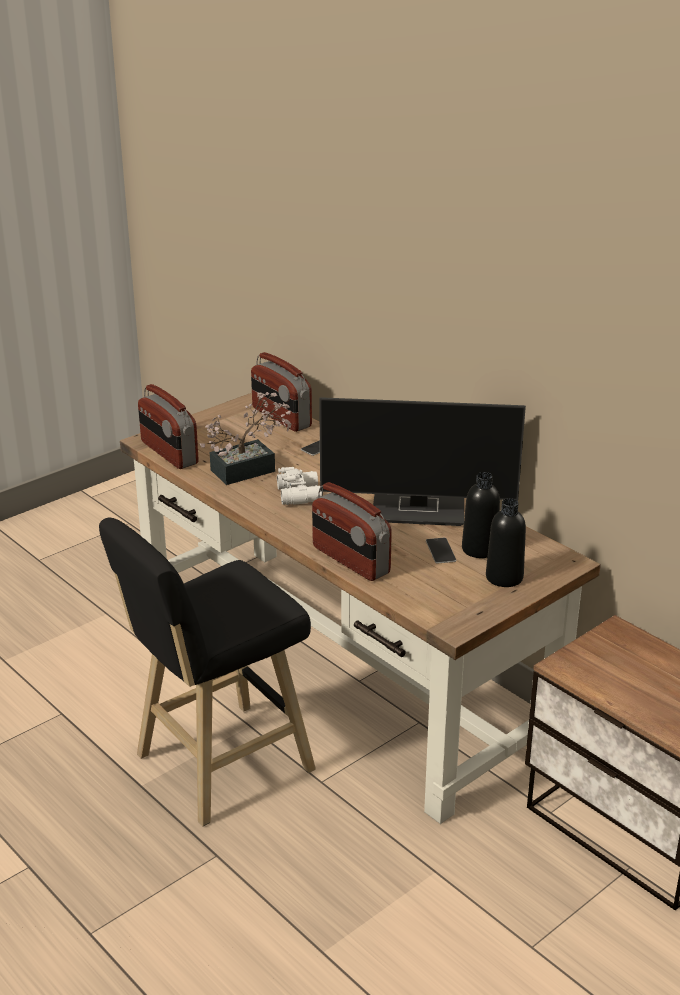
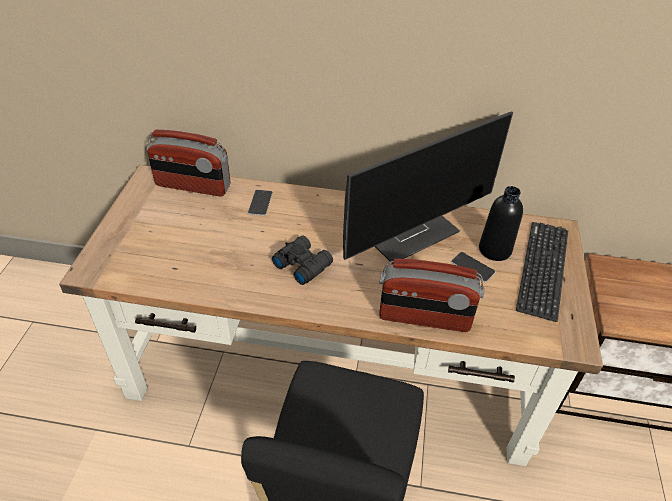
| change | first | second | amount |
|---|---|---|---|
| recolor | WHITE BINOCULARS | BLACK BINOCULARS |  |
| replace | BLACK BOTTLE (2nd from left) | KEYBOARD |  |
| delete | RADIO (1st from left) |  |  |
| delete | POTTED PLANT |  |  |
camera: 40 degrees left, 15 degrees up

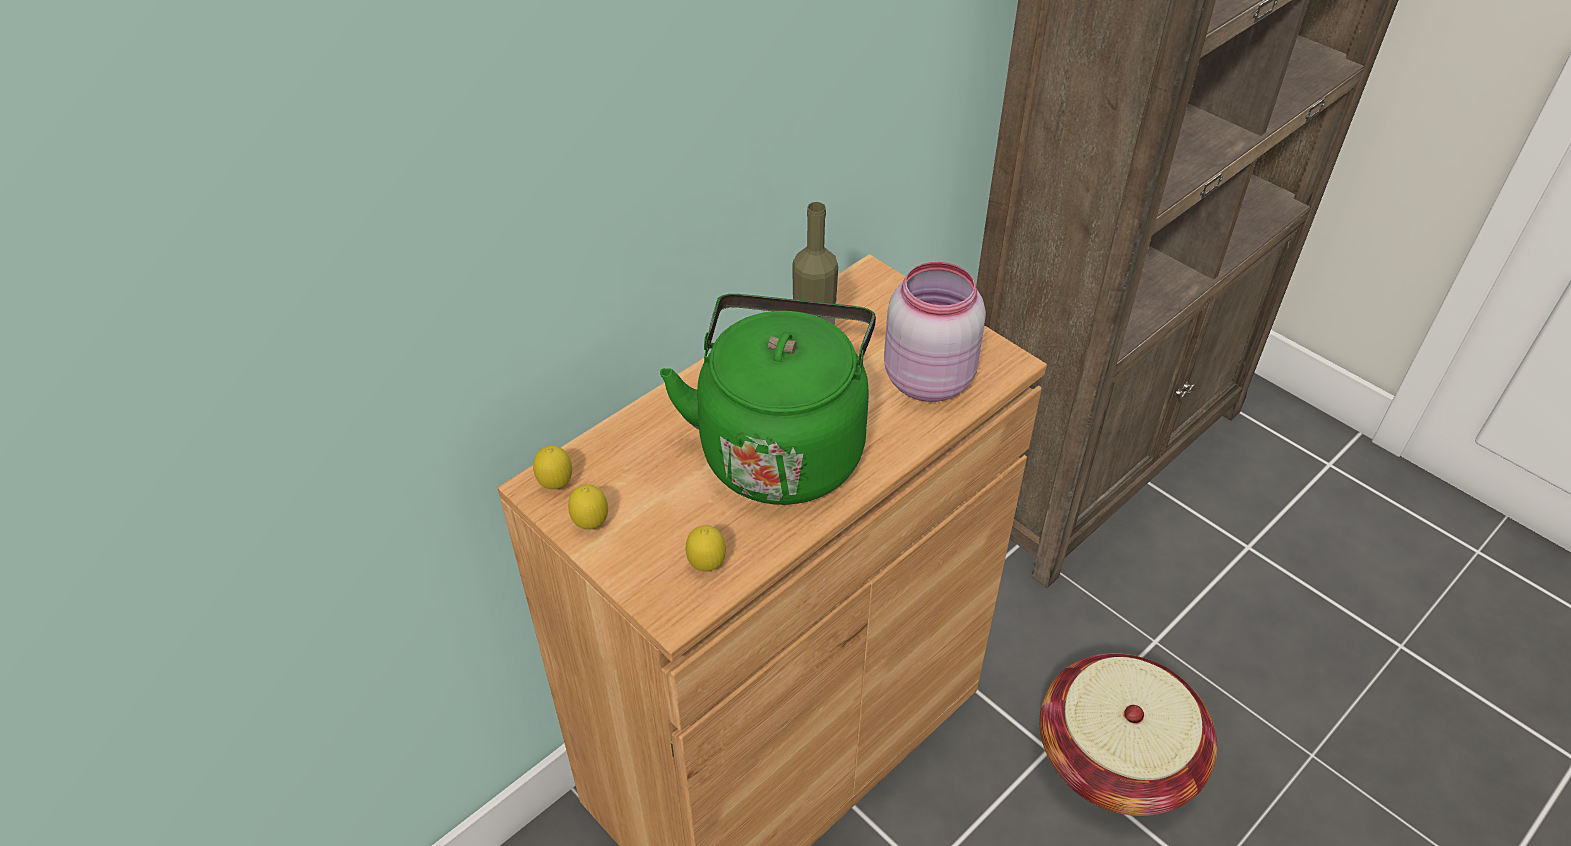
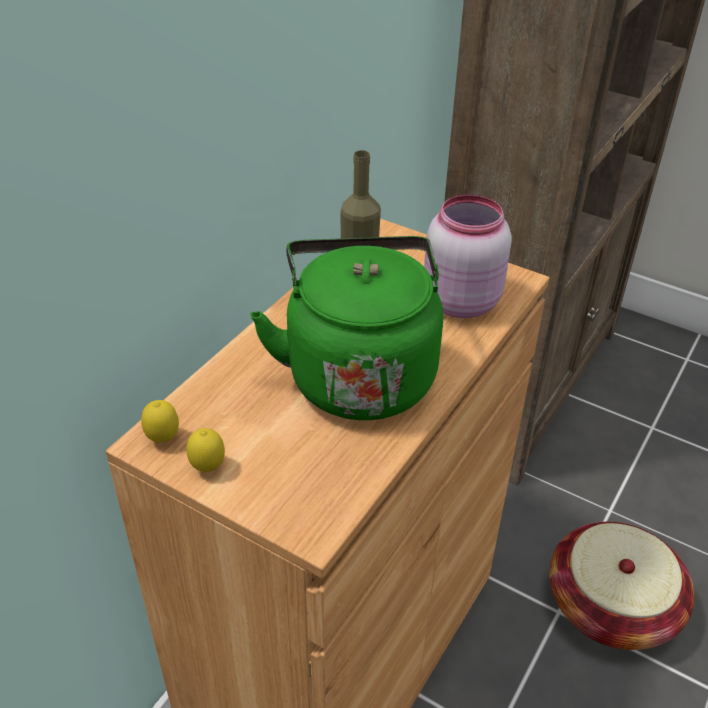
| change | first | second | amount |
|---|---|---|---|
| delete | LEMON (3rd from left) |  |  |
camera: 15 degrees left, 5 degrees down

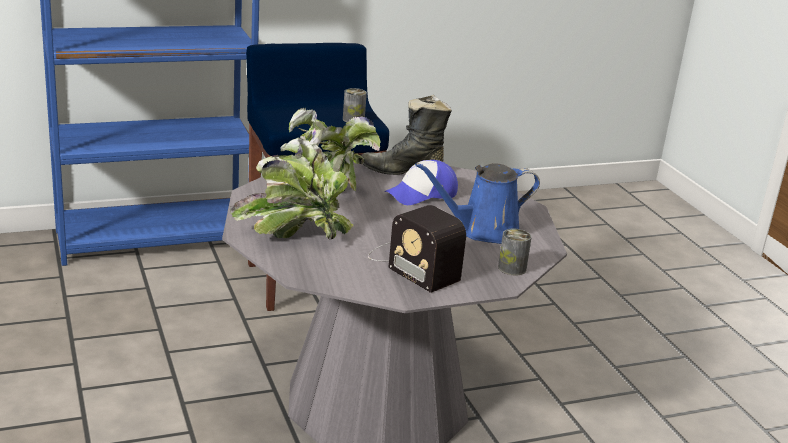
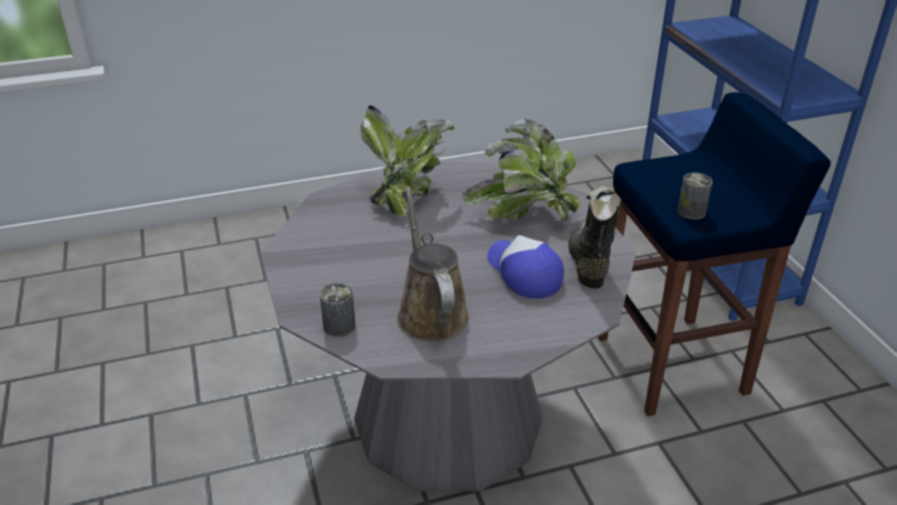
| change | first | second | amount |
|---|---|---|---|
| recolor | BLUE WATERING CAN | BROWN WATERING CAN |  |
| delete | RADIO |  |  |
camera: 95 degrees right, 10 degrees up

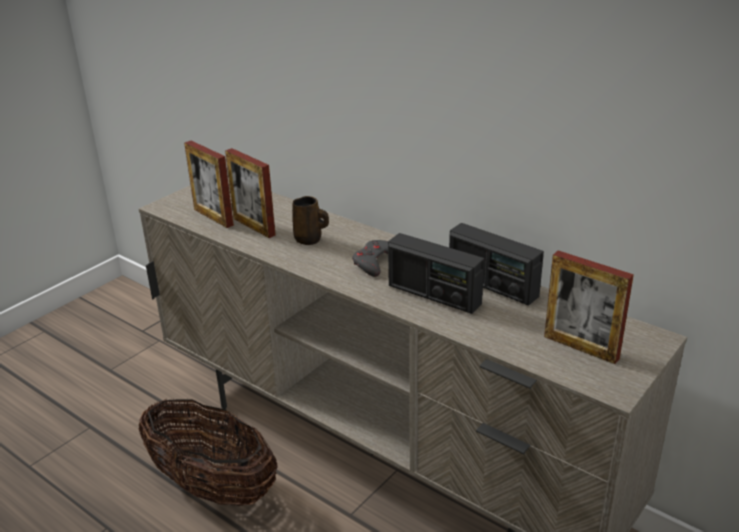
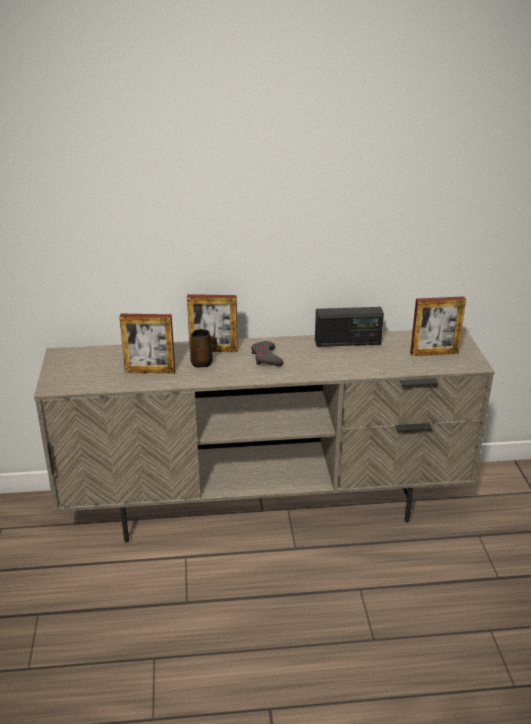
| change | first | second | amount |
|---|---|---|---|
| move | PICTURE FRAME (1st from left in the first image) | PICTURE FRAME (2nd from left) |  |
| delete | BASKET |  |  |
| delete | RADIO (1st from left) |  |  |
camera: 45 degrees left, 0 degrees up

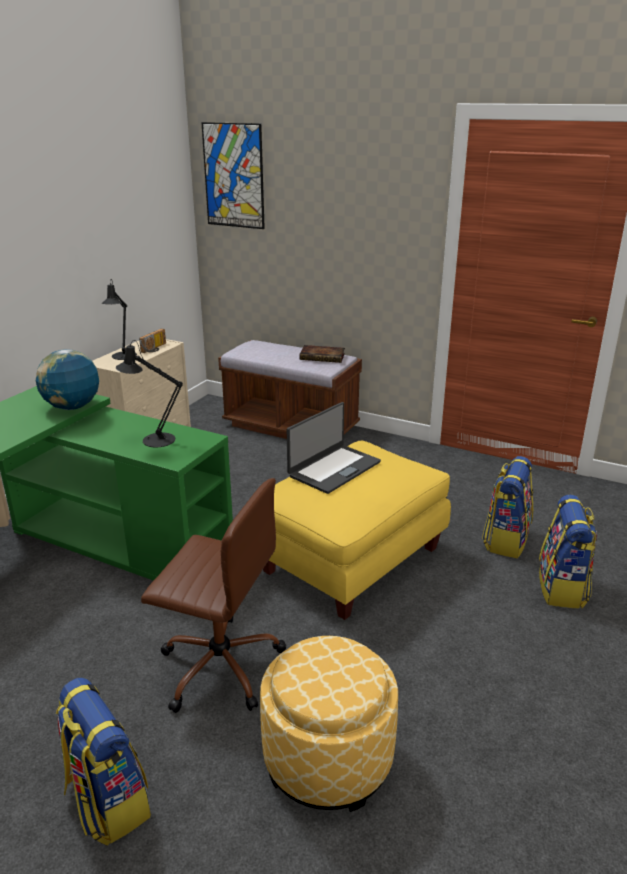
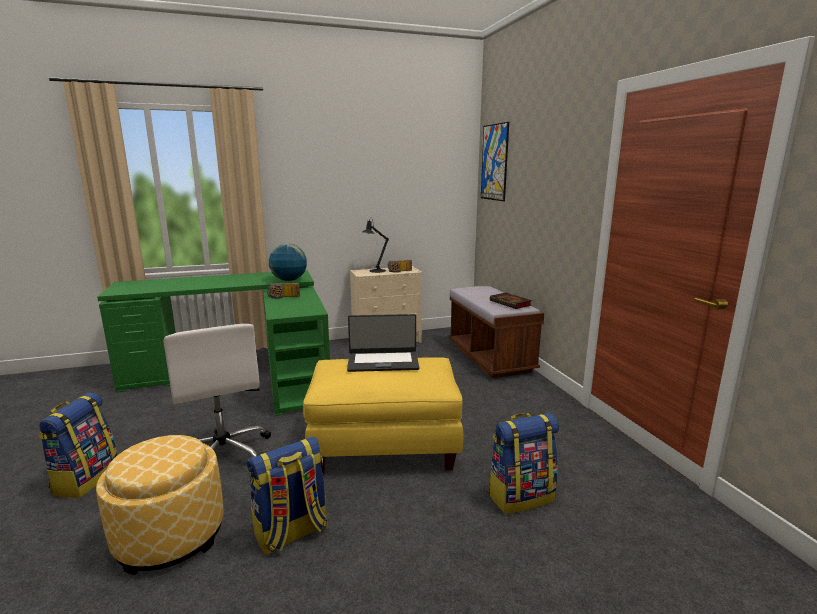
| change | first | second | amount |
|---|---|---|---|
| recolor | BROWN OFFICE CHAIR | WHITE OFFICE CHAIR |  |
| move | BACKPACK (3rd from left in the first image) | BACKPACK (2nd from left) |  |
| insert |  | RADIO (1st from left) |  |
| delete | BLACK TABLE LAMP (2nd from left) |  |  |
camera: 45 degrees right, 10 degrees down

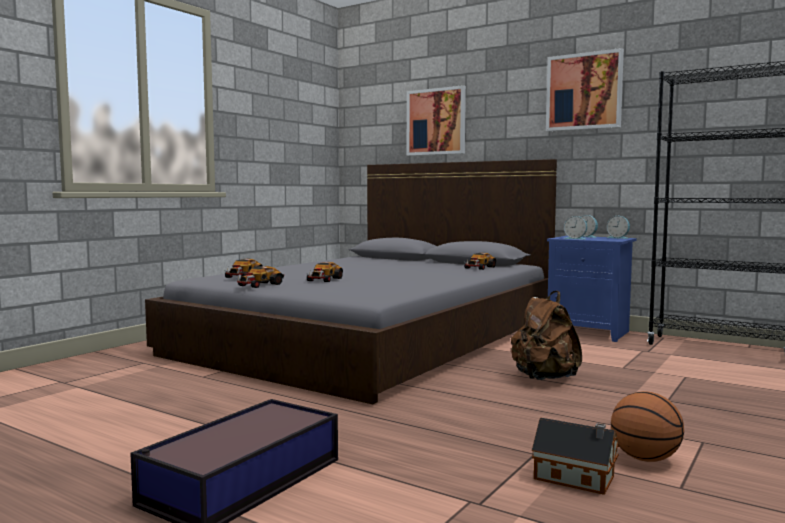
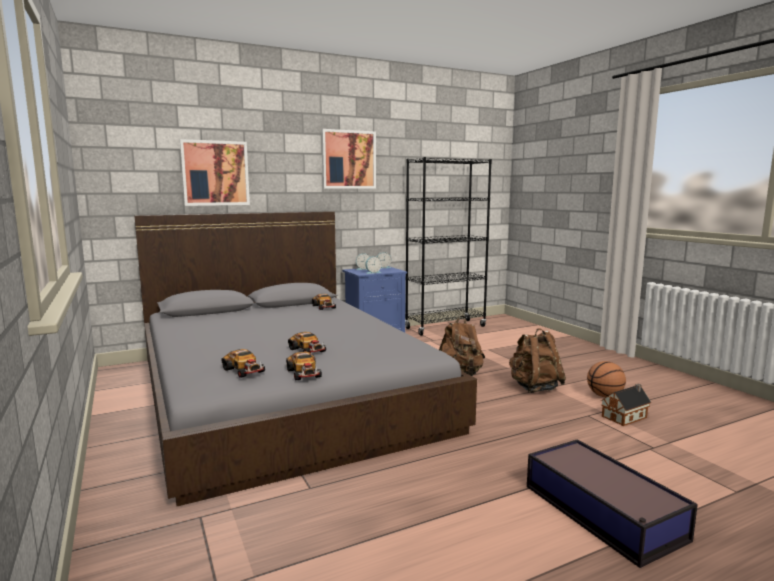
| change | first | second | amount |
|---|---|---|---|
| insert |  | BROWN BACKPACK (2nd from left) |  |
camera: 60 degrees left, 5 degrees up

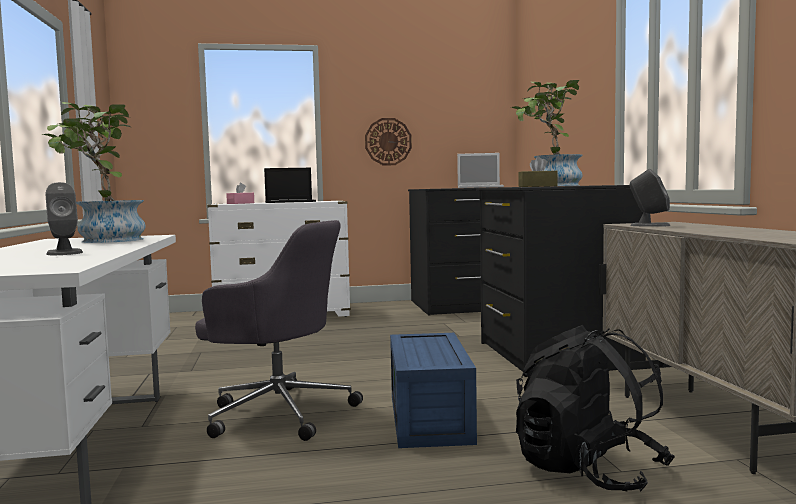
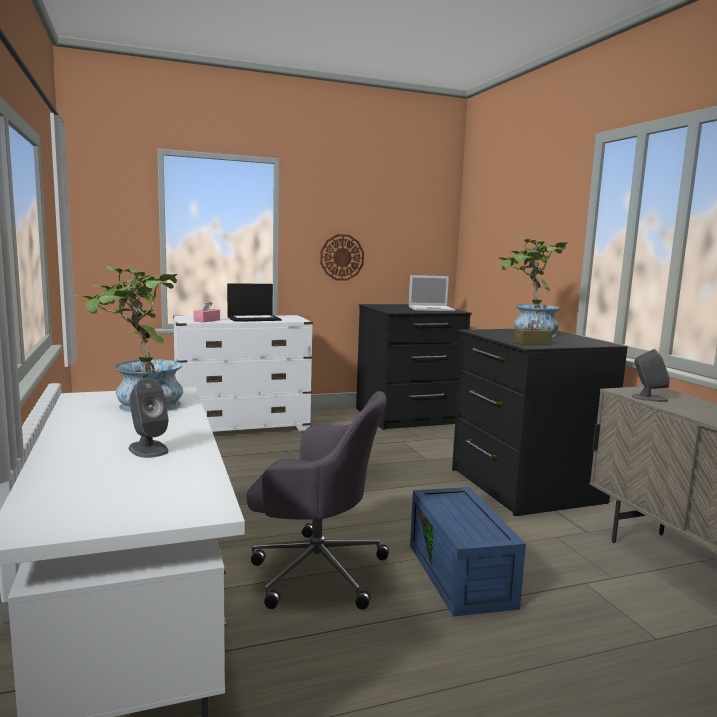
| change | first | second | amount |
|---|---|---|---|
| delete | BLACK BACKPACK |  |  |
camera: 10 degrees left, 5 degrees up

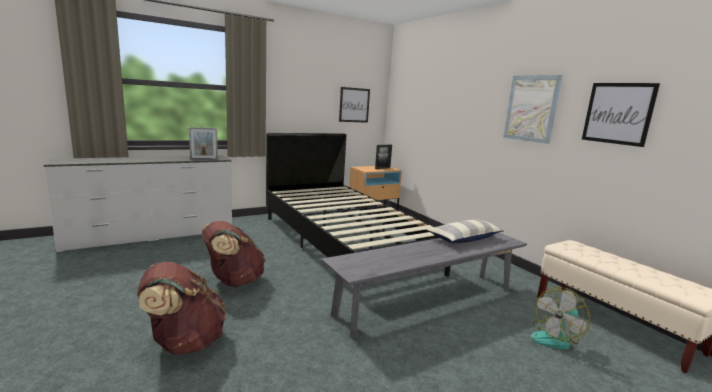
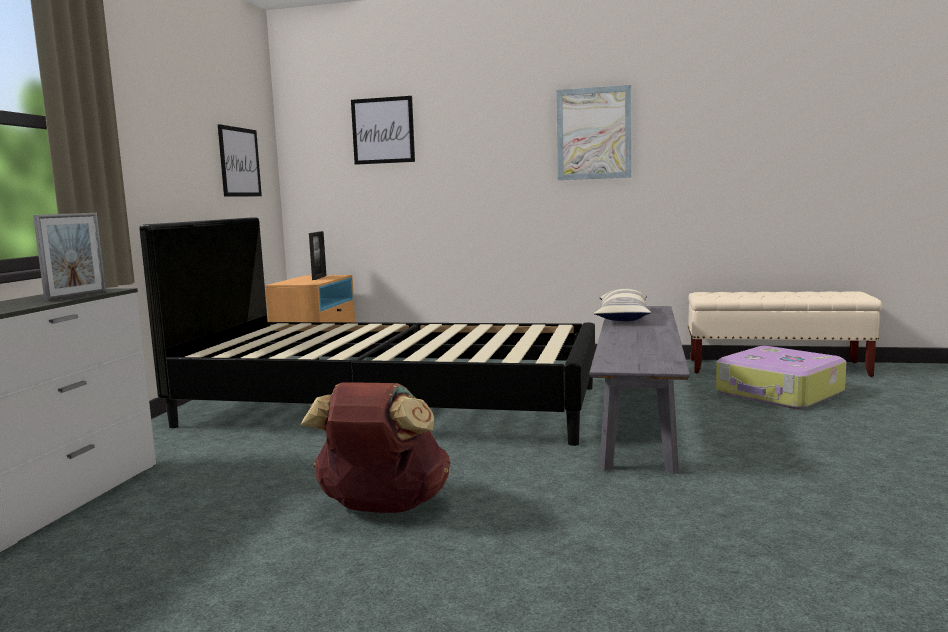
| change | first | second | amount |
|---|---|---|---|
| move | PICTURE (3rd from left in the first image) | PICTURE (2nd from left) |  |
| replace | FAN | SUITCASE |  |
| delete | BROWN BACKPACK (1st from left) |  |  |
camera: 45 degrees left, 5 degrees down

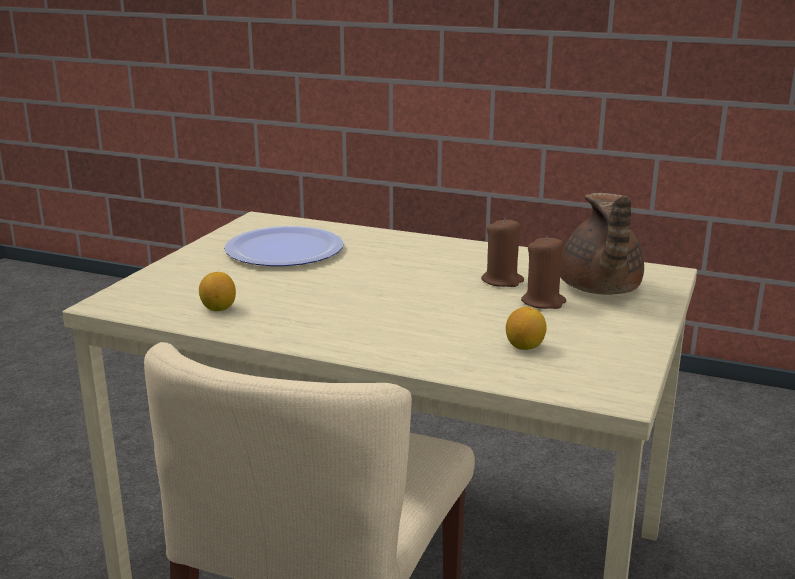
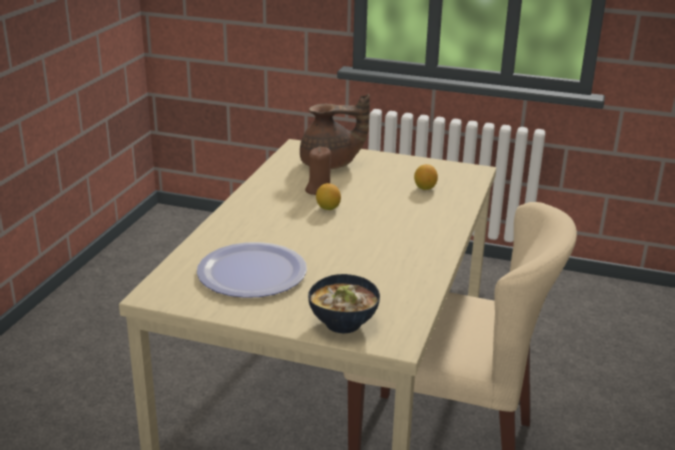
| change | first | second | amount |
|---|---|---|---|
| insert |  | BOWL |  |
| move | LEMON (1st from left) |  |  |
| delete | BROWN CANDLE (2nd from left) |  |  |
camera: 95 degrees left, 5 degrees up

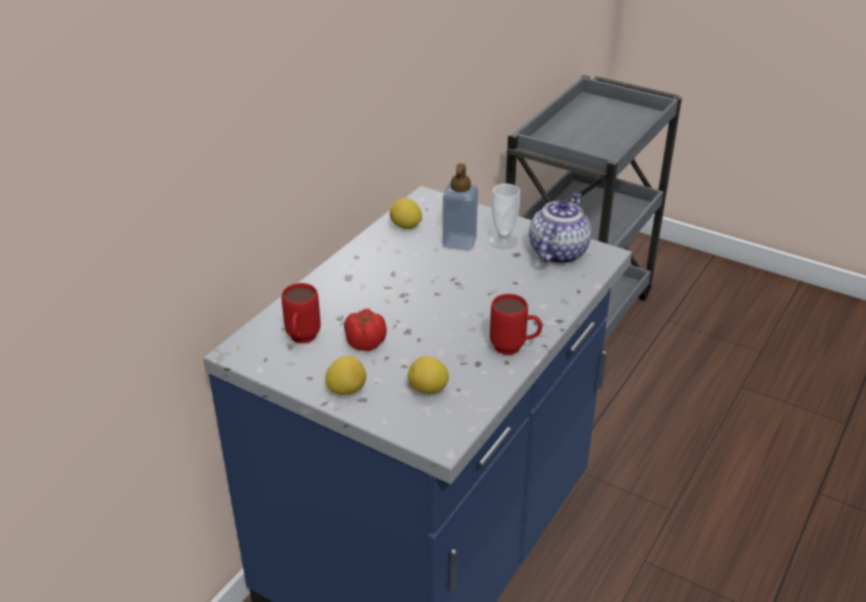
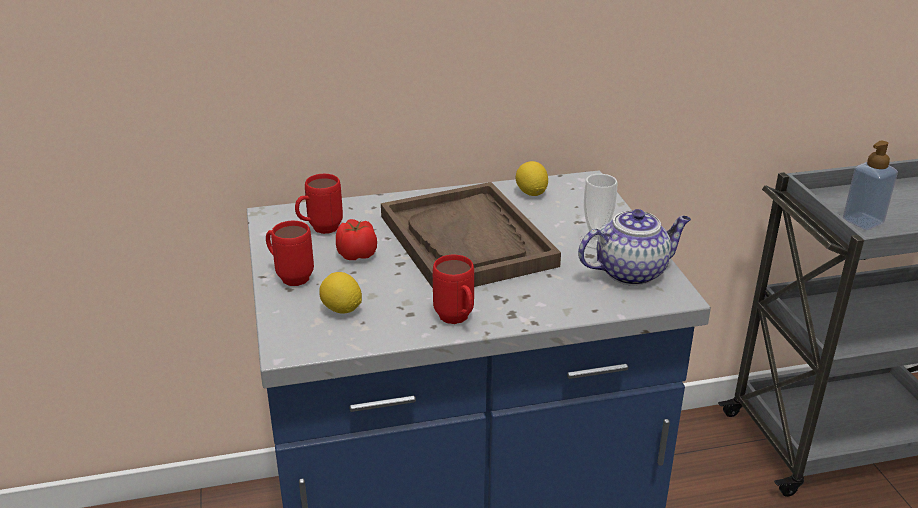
| change | first | second | amount |
|---|---|---|---|
| replace | LEMON (1st from left) | RED MUG (1st from left) |  |
| insert |  | BROWN TRAY |  |
| move | SOAP DISPENSER |  |  |
camera: 45 degrees right, 5 degrees down

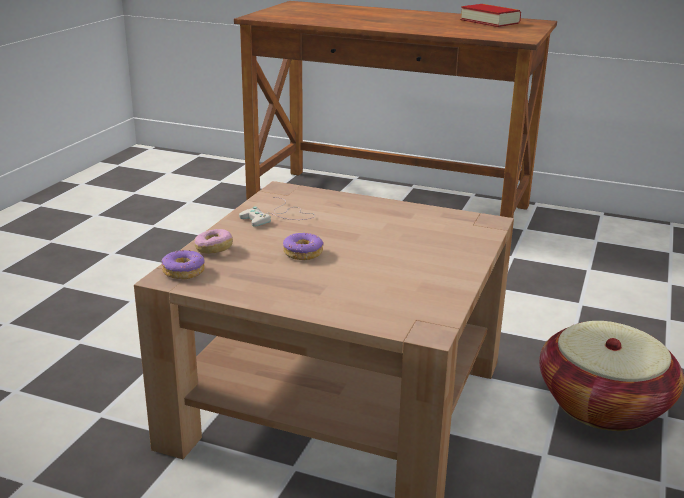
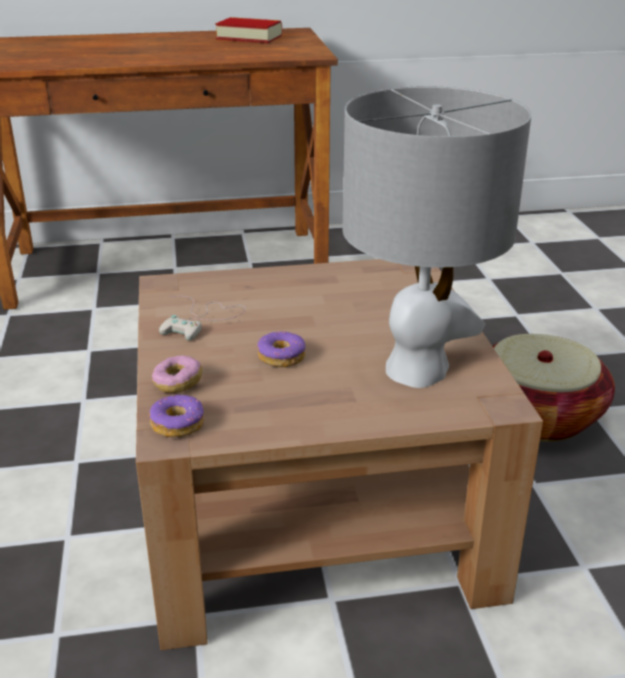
| change | first | second | amount |
|---|---|---|---|
| insert |  | GREY TABLE LAMP |  |
camera: 30 degrees left, 5 degrees up

